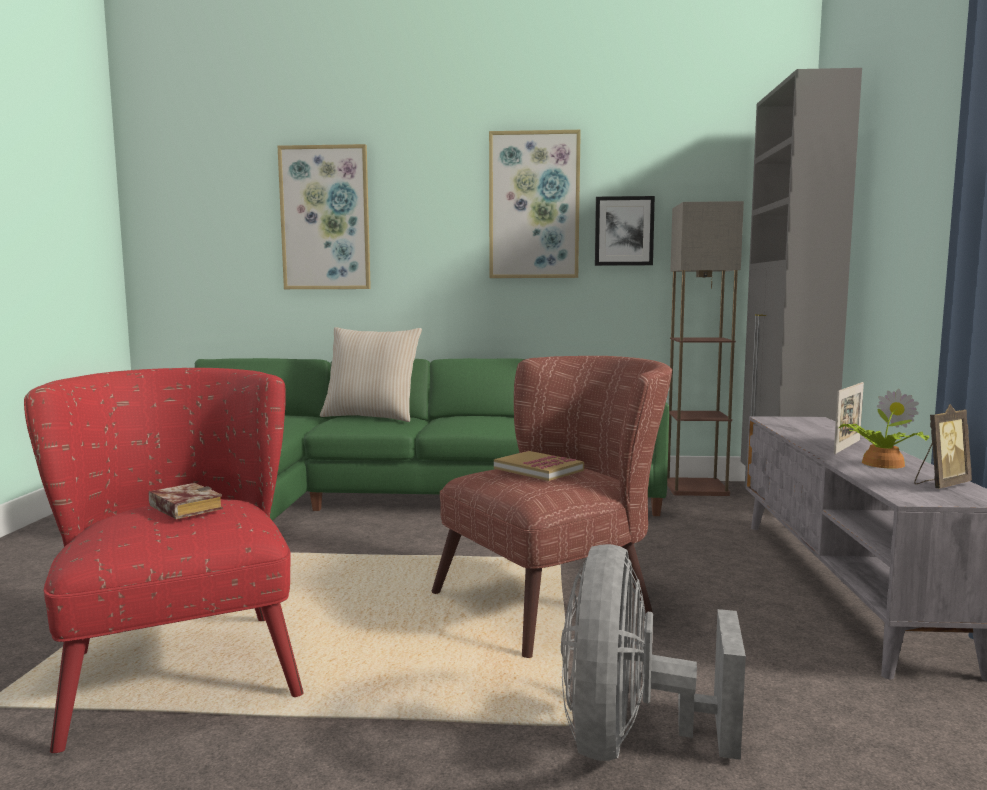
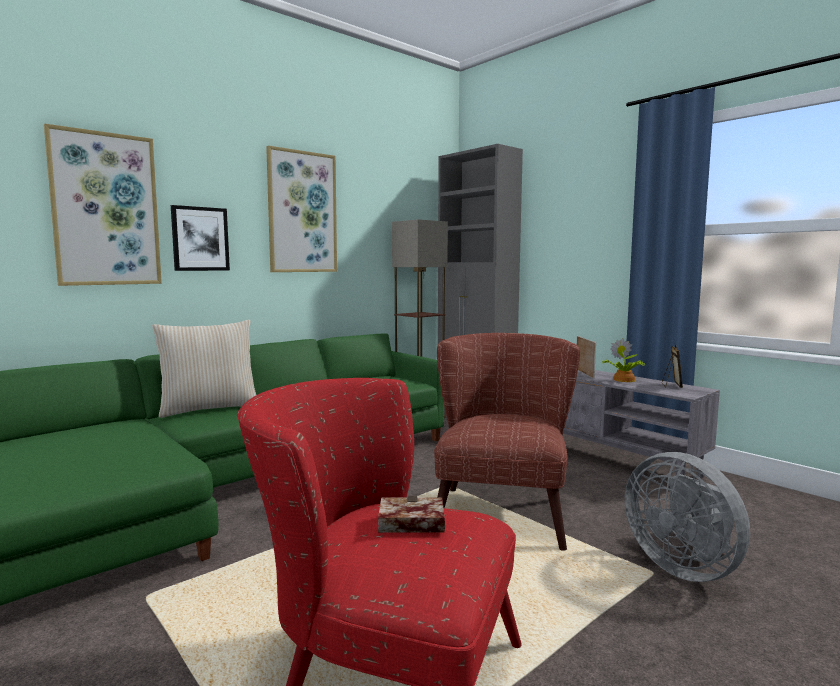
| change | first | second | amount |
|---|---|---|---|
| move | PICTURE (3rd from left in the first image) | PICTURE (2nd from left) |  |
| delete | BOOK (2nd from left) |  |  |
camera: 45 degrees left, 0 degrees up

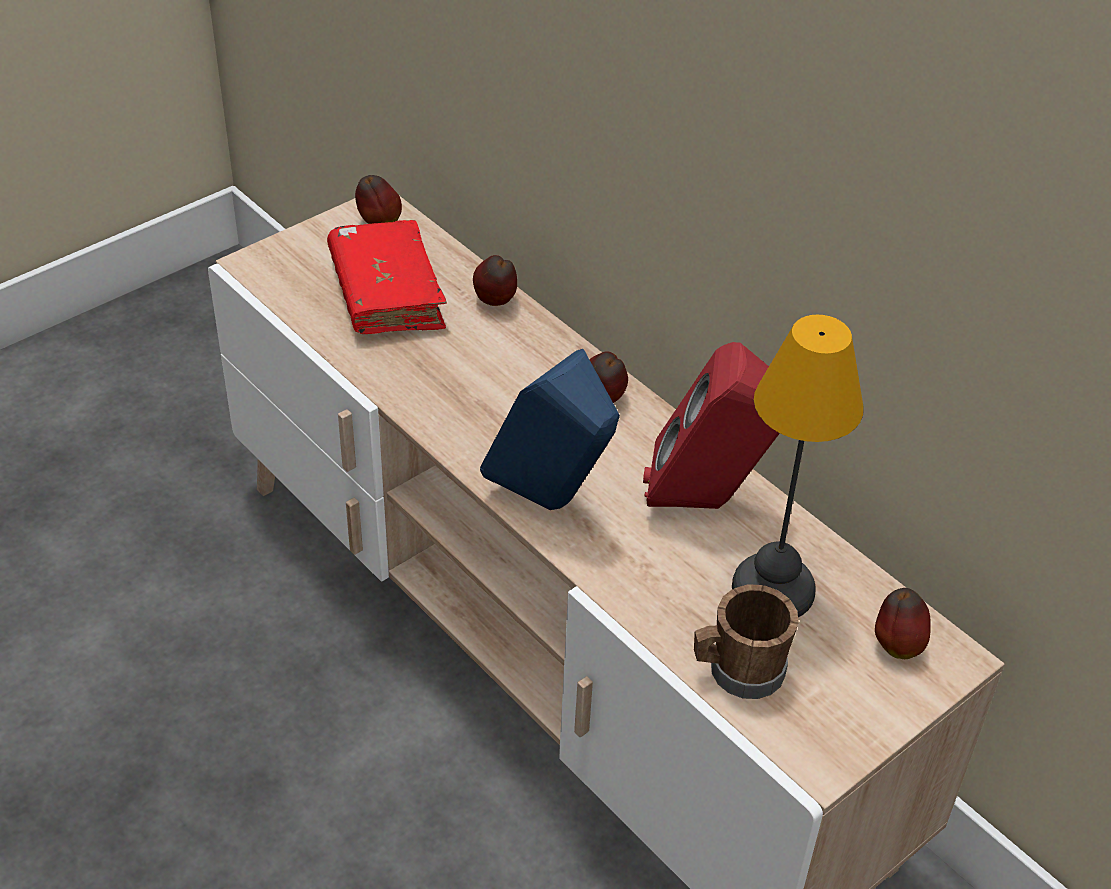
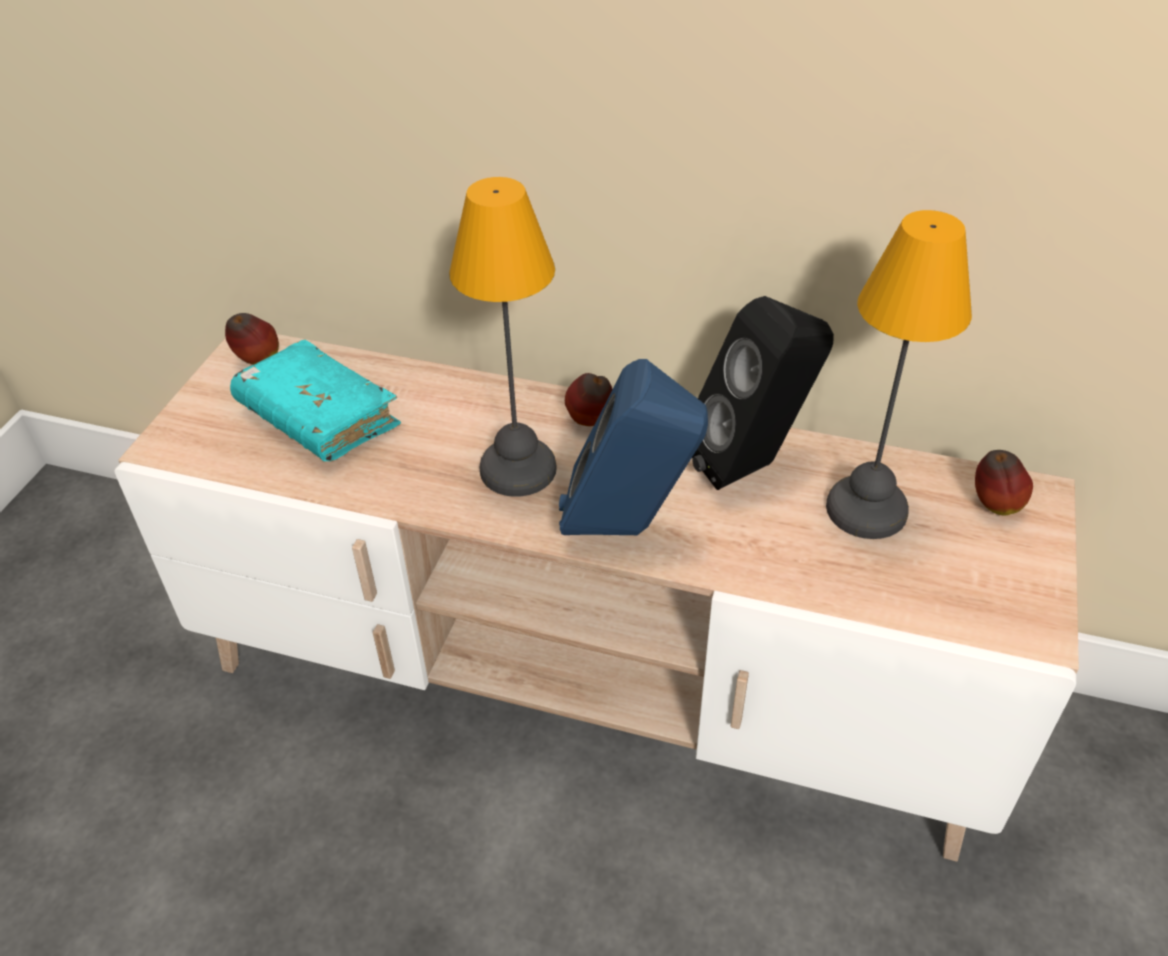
| change | first | second | amount |
|---|---|---|---|
| recolor | RED BOOK | TURQUOISE BOOK |  |
| insert |  | TABLE LAMP (1st from left) |  |
| recolor | RED SPEAKER | BLACK SPEAKER |  |
| delete | APPLE (2nd from left) |  |  |
| delete | BROWN MUG |  |  |
camera: 30 degrees left, 0 degrees up

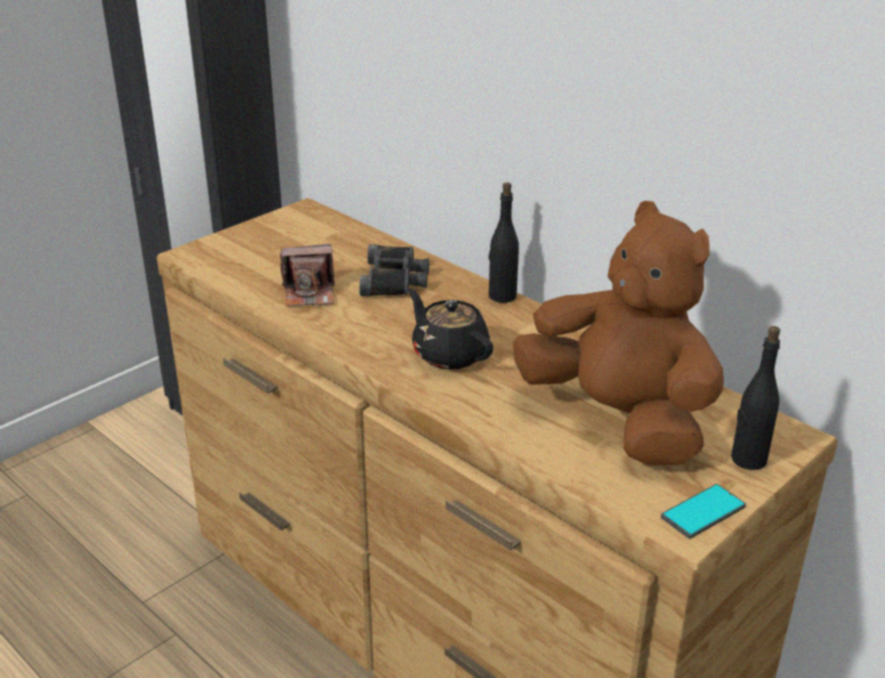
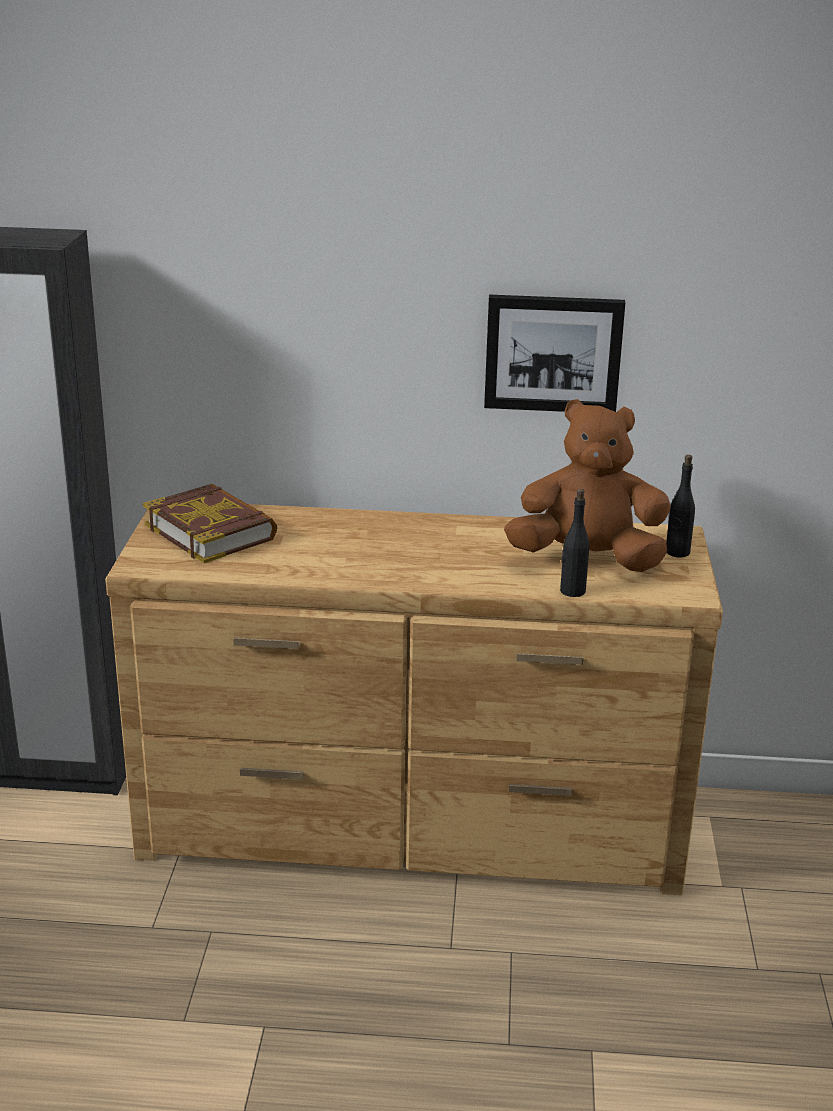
| change | first | second | amount |
|---|---|---|---|
| insert |  | BOOK |  |
| insert |  | PICTURE |  |
| move | BLACK BOTTLE (1st from left) |  |  |
| delete | PHOTO CAMERA |  |  |
| delete | BLACK BINOCULARS |  |  |
| delete | BLACK TEAPOT |  |  |
| delete | PHONE |  |  |
camera: 40 degrees left, 5 degrees down

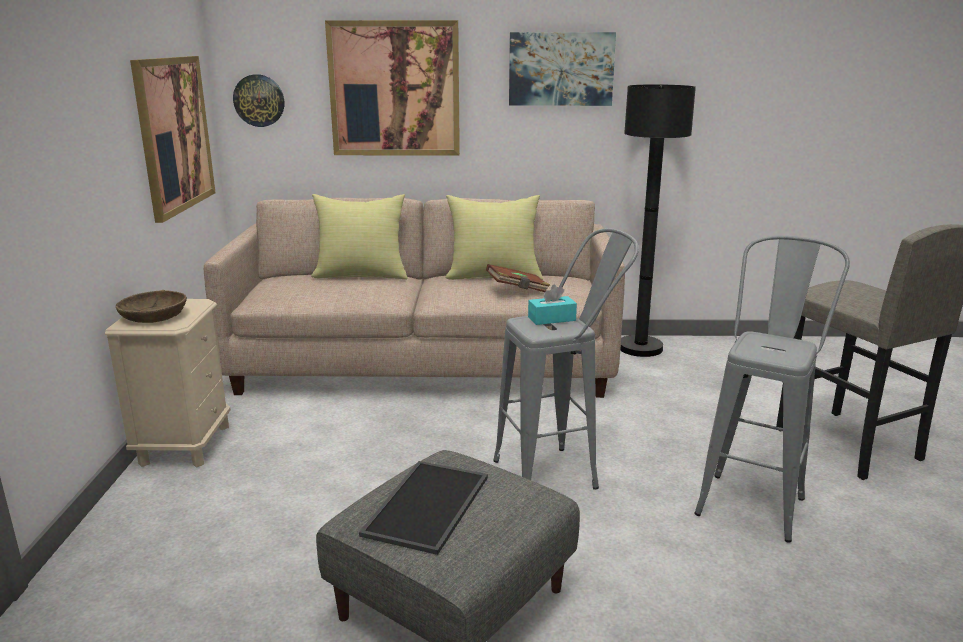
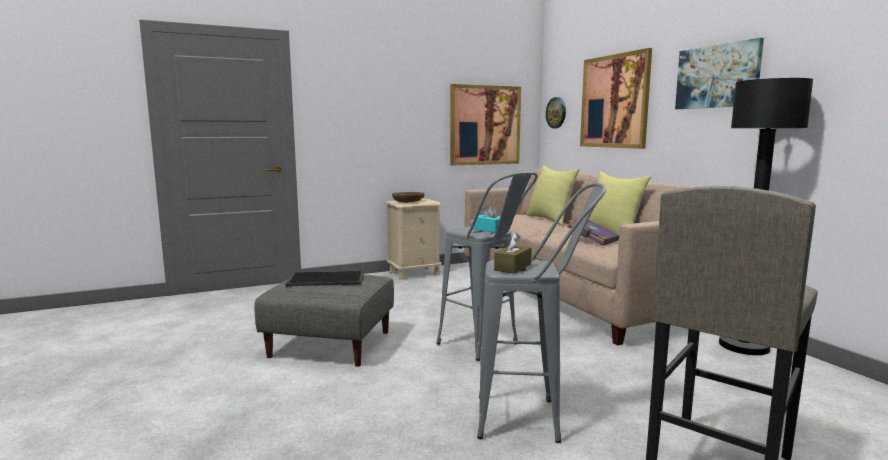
| change | first | second | amount |
|---|---|---|---|
| insert |  | BROWN TISSUE BOX |  |
| recolor | BROWN BOOK | PURPLE BOOK |  |
camera: 65 degrees right, 10 degrees down

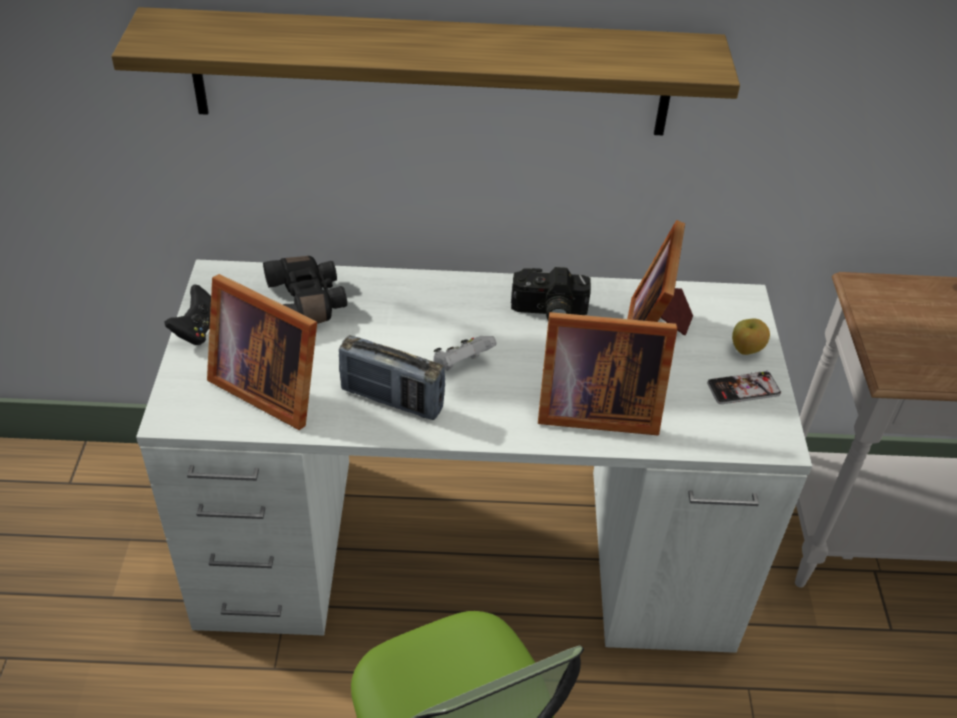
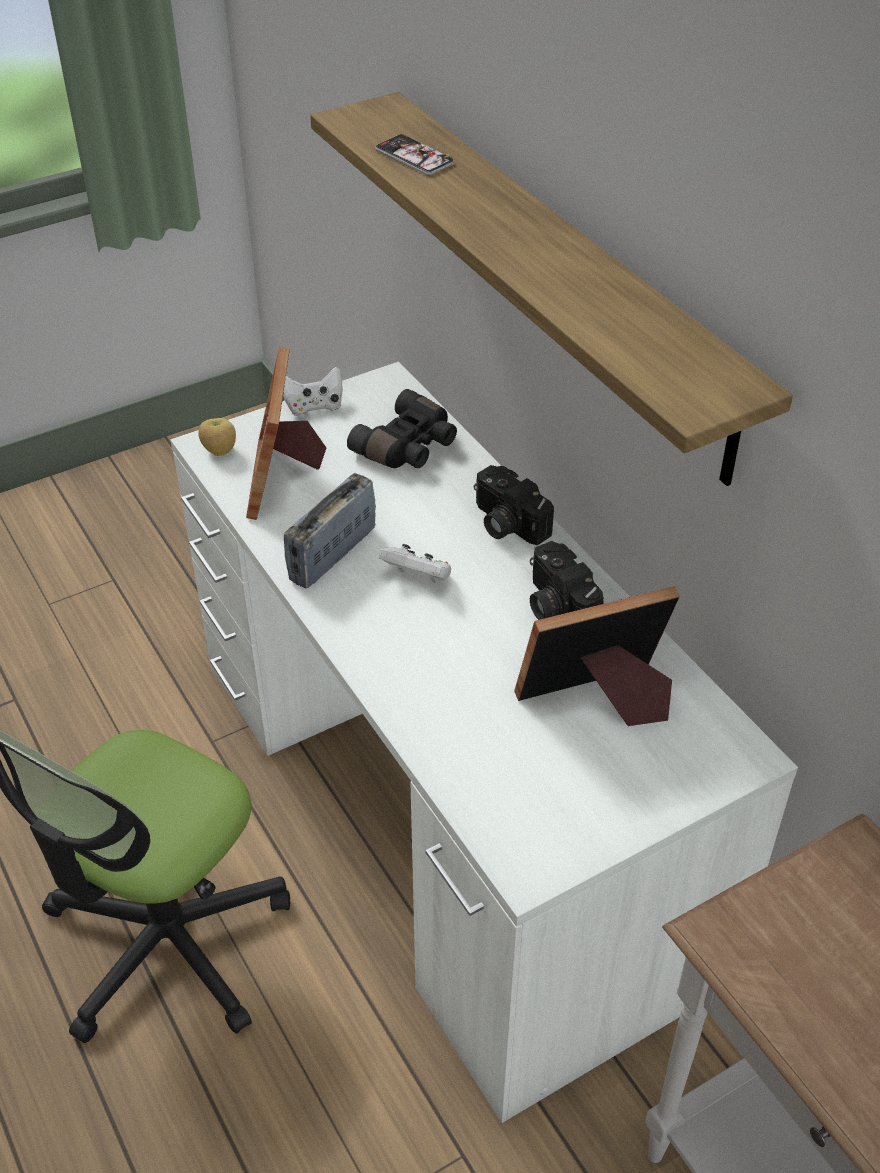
| change | first | second | amount |
|---|---|---|---|
| move | APPLE |  |  |
| recolor | BLACK GAME CONTROLLER | WHITE GAME CONTROLLER (1st from left) |  |
| rotate | RADIO |  | 45 degrees clockwise |
| move | PHONE |  |  |
| insert |  | PHOTO CAMERA (1st from left) |  |
| delete | PICTURE FRAME (2nd from left) |  |  |
camera: 60 degrees right, 0 degrees up

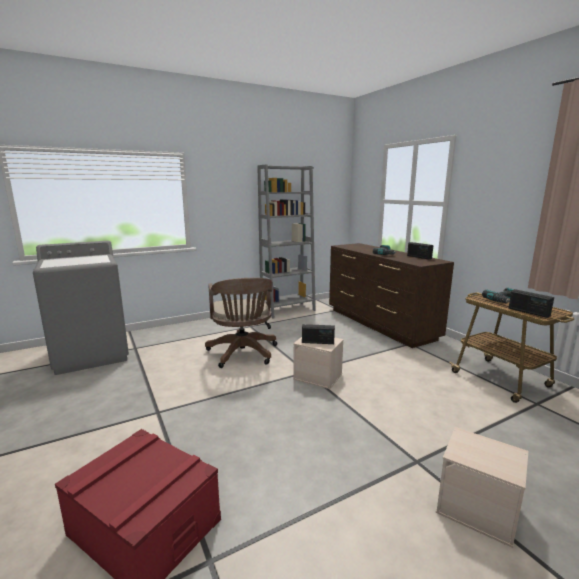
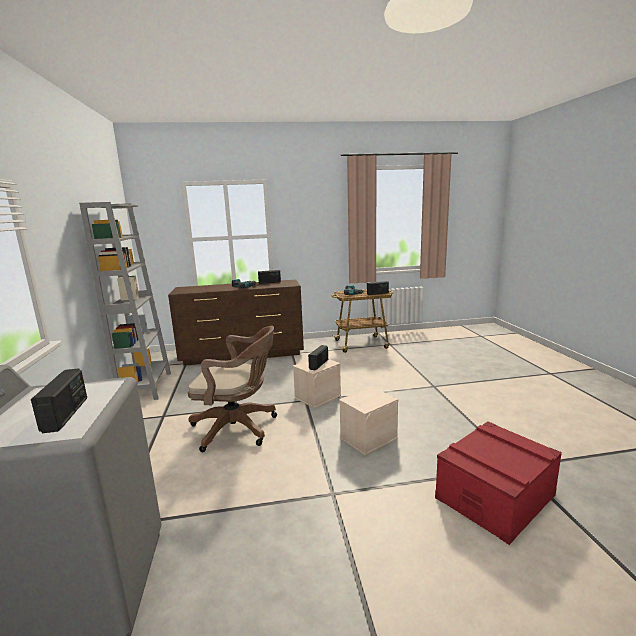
| change | first | second | amount |
|---|---|---|---|
| insert |  | RADIO (1st from left) |  |
| move | BEIGE STORAGE BOX (2nd from left) |  |  |
camera: 70 degrees left, 0 degrees up

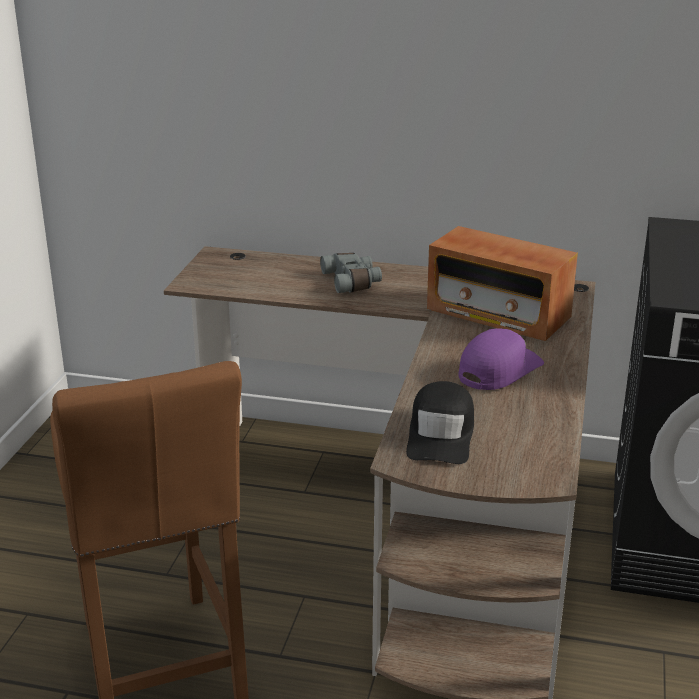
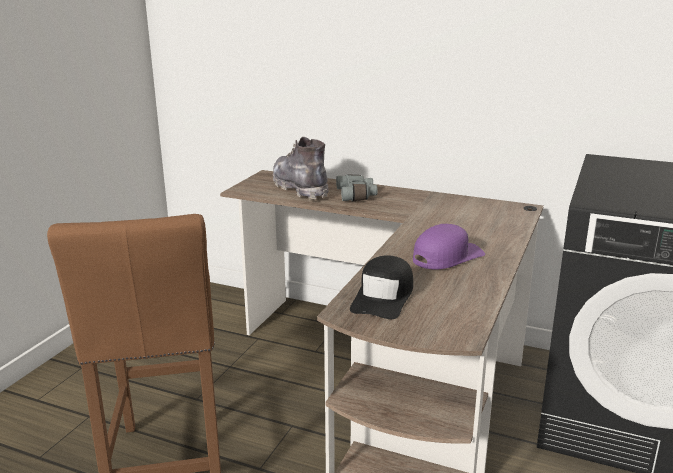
| change | first | second | amount |
|---|---|---|---|
| insert |  | GREY BOOT |  |
| delete | RADIO |  |  |
camera: 10 degrees right, 5 degrees down

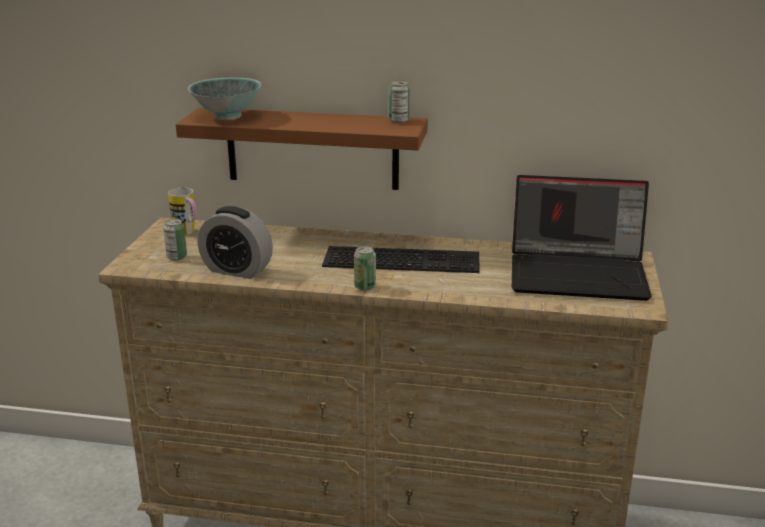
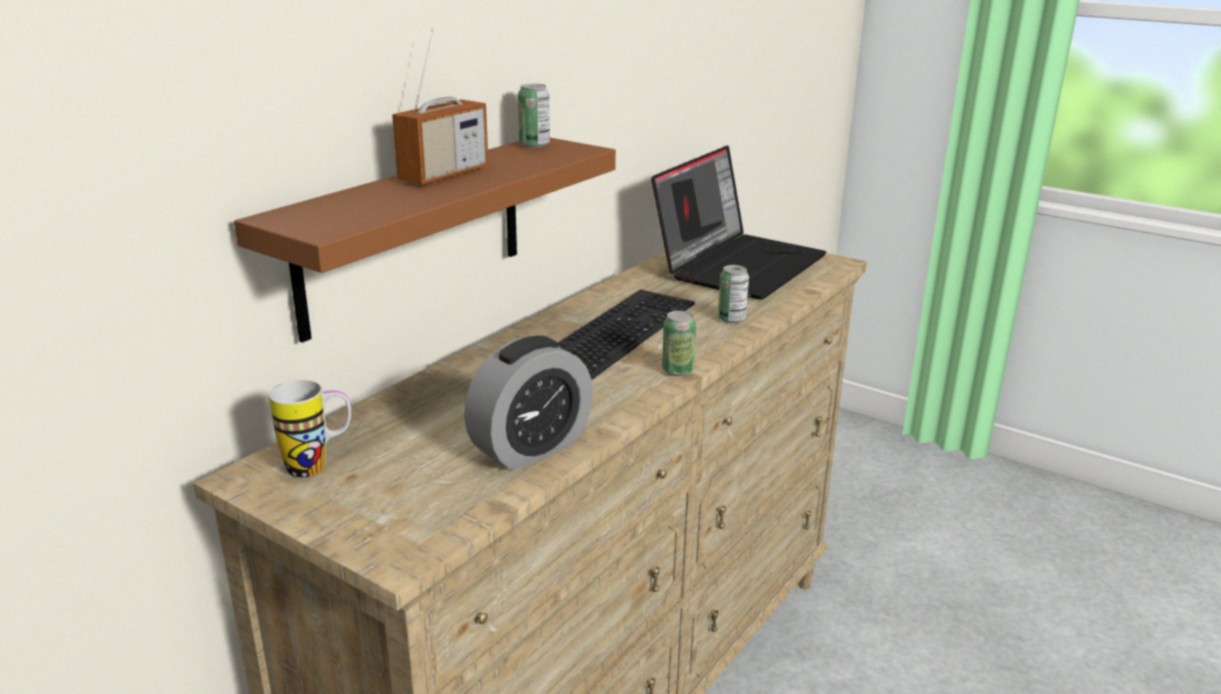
| change | first | second | amount |
|---|---|---|---|
| insert |  | RADIO |  |
| move | CAN (1st from left in the first image) | CAN (3rd from left) |  |
| delete | BOWL |  |  |
camera: 65 degrees left, 0 degrees up

